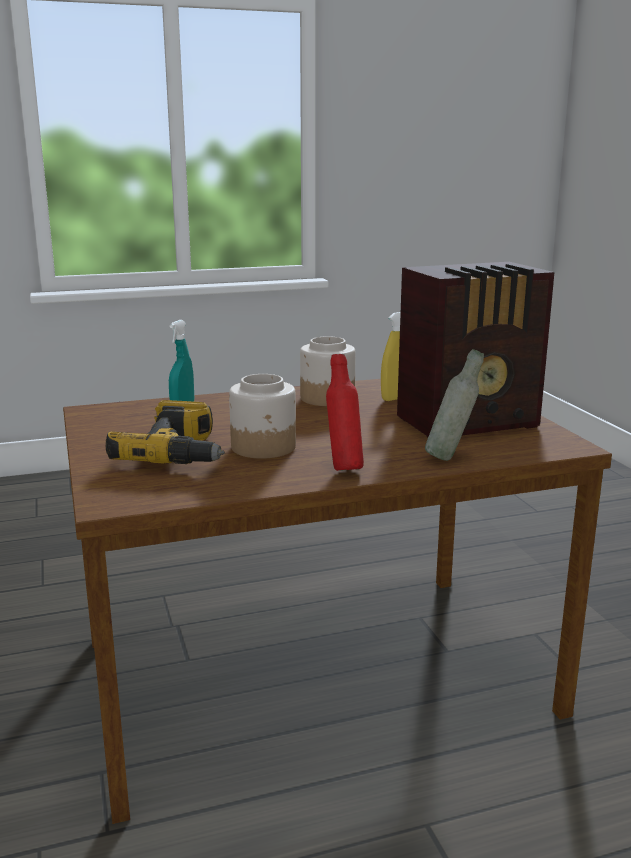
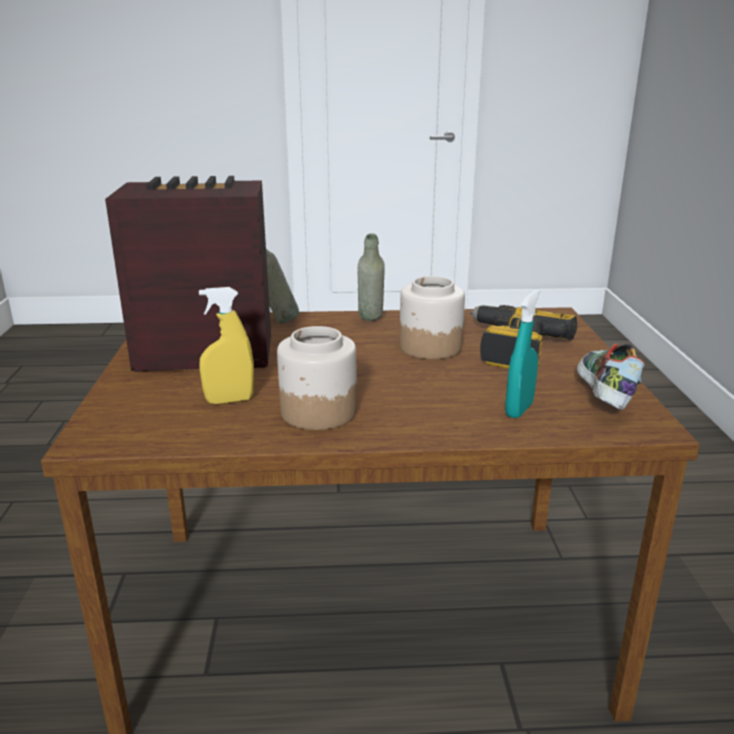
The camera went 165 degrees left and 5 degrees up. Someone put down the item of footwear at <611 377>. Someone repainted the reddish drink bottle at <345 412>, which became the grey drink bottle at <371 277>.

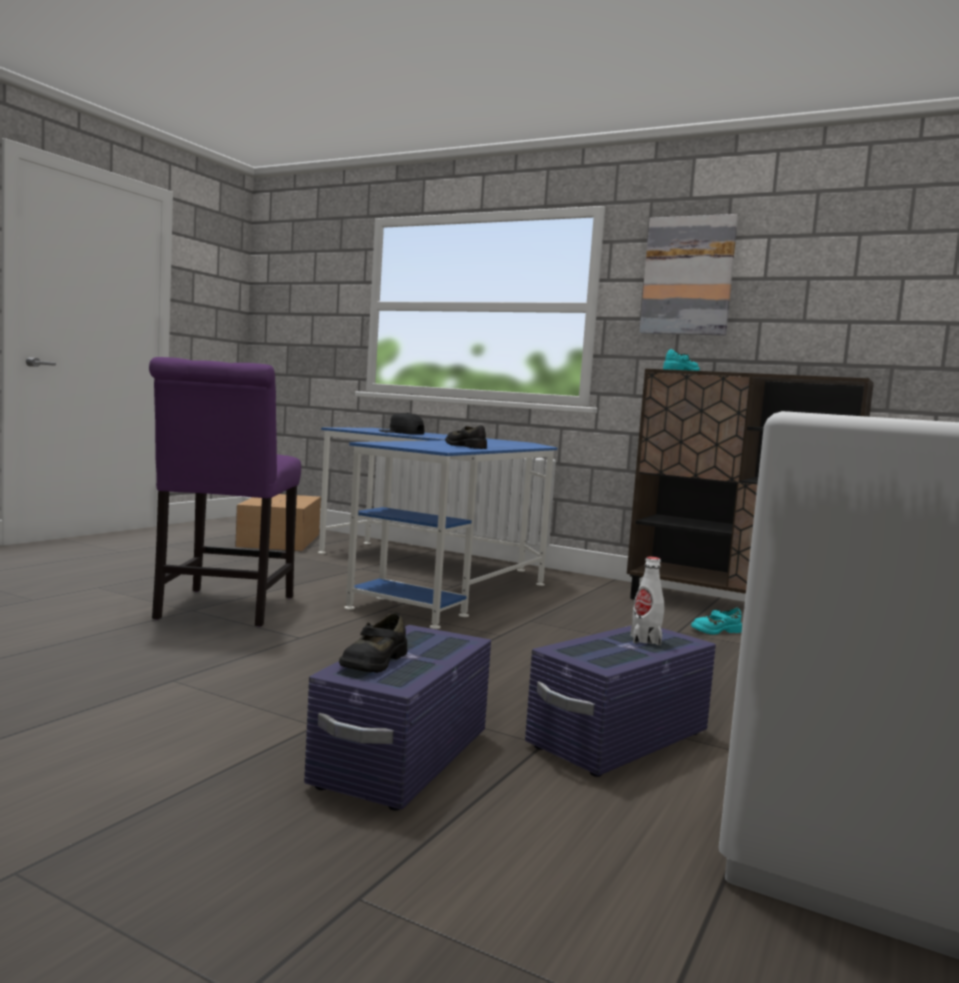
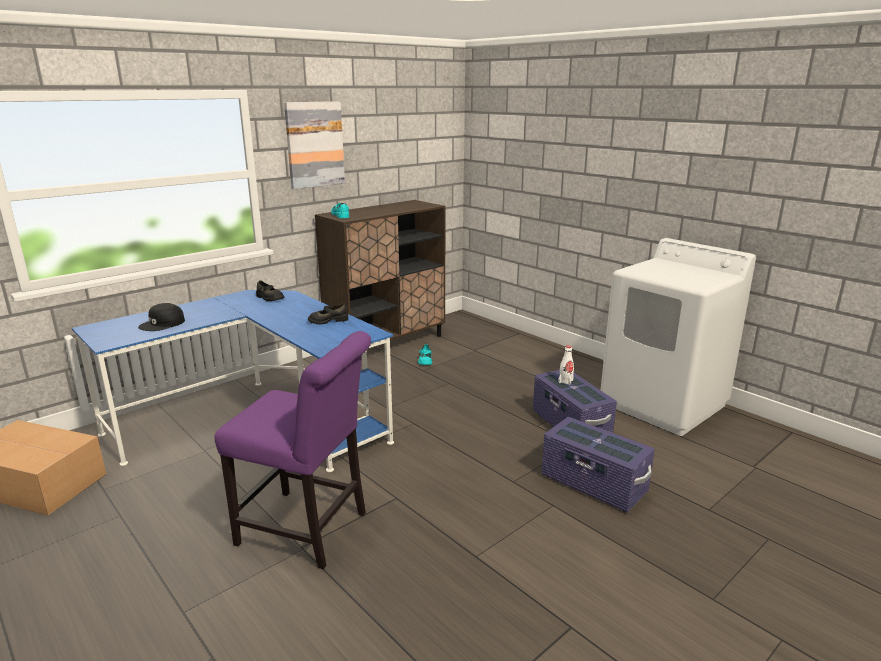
The camera went 70 degrees left and 15 degrees up. Someone carried the black-coloured item of footwear from <373 642> to <270 290>.

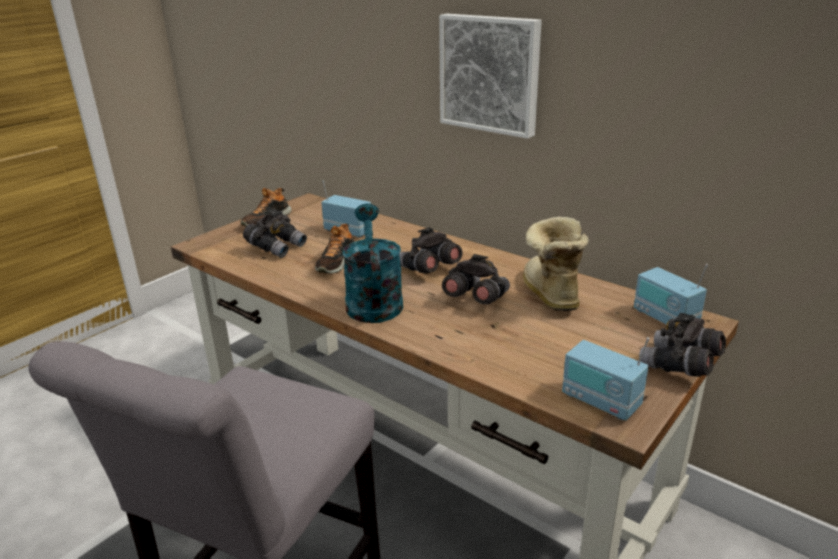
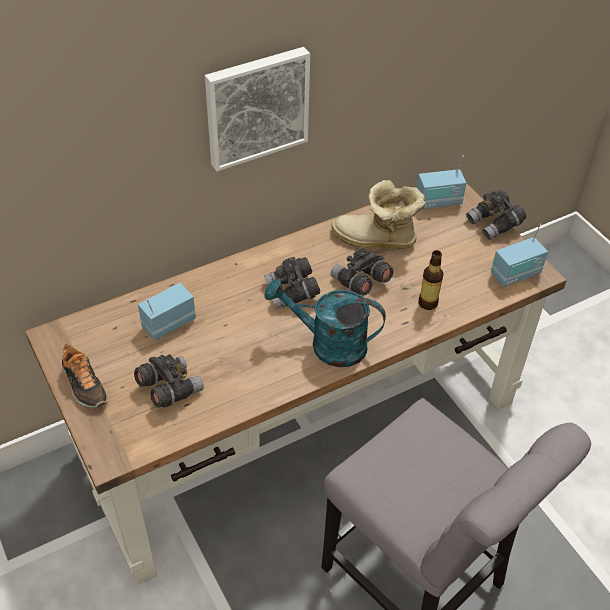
The camera went 70 degrees left and 20 degrees up. Someone took away the item of footwear at <334 248>. Someone put down the drink bottle at <431 280>.

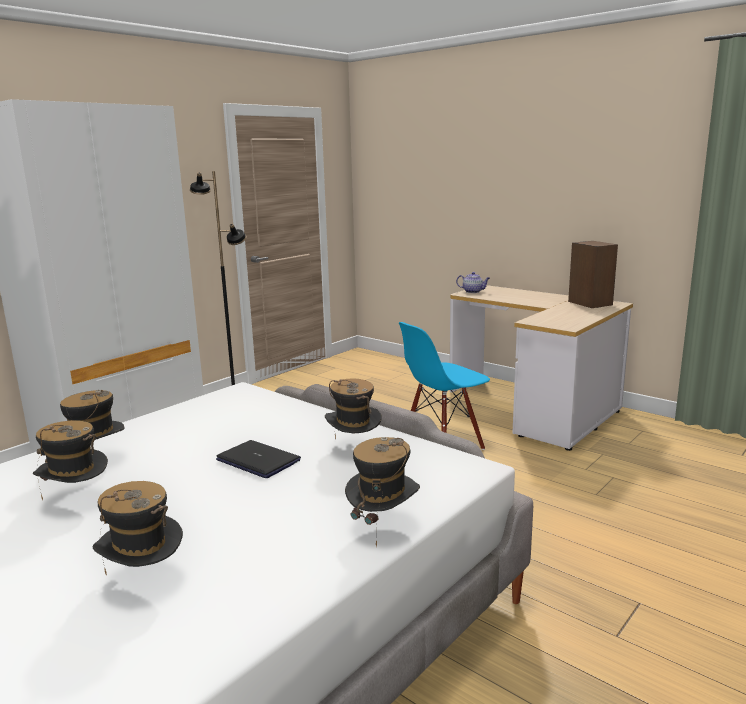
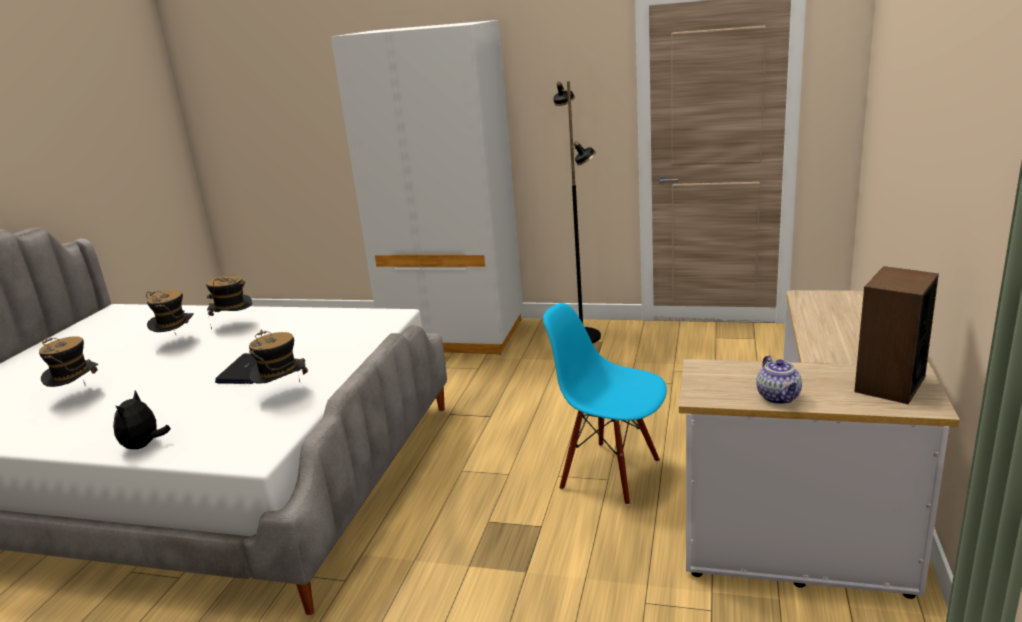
The camera went 65 degrees right and 5 degrees up. Someone carried the pot for tea from <473 282> to <779 380>. Someone swapped the clothing hat at <382 492> for the soft toy at <142 420>.

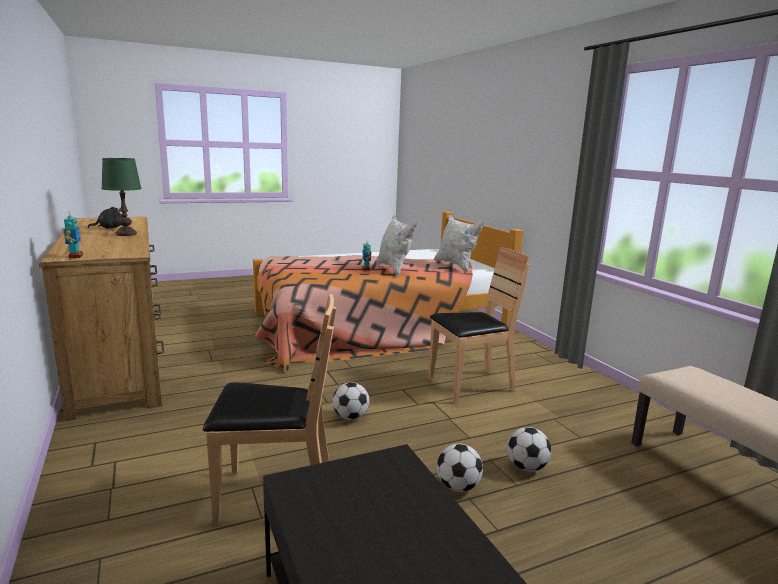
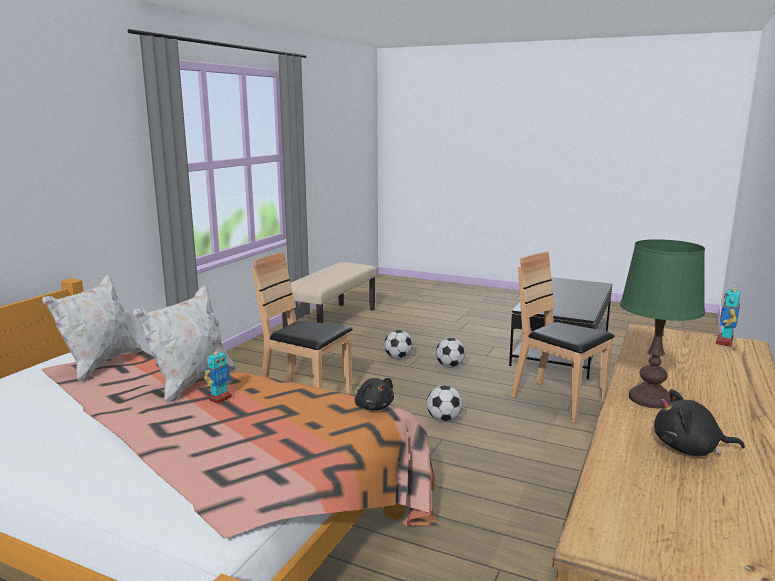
The camera went 130 degrees left and 0 degrees up. Someone put down the black-coloured soft toy at <374 394>.

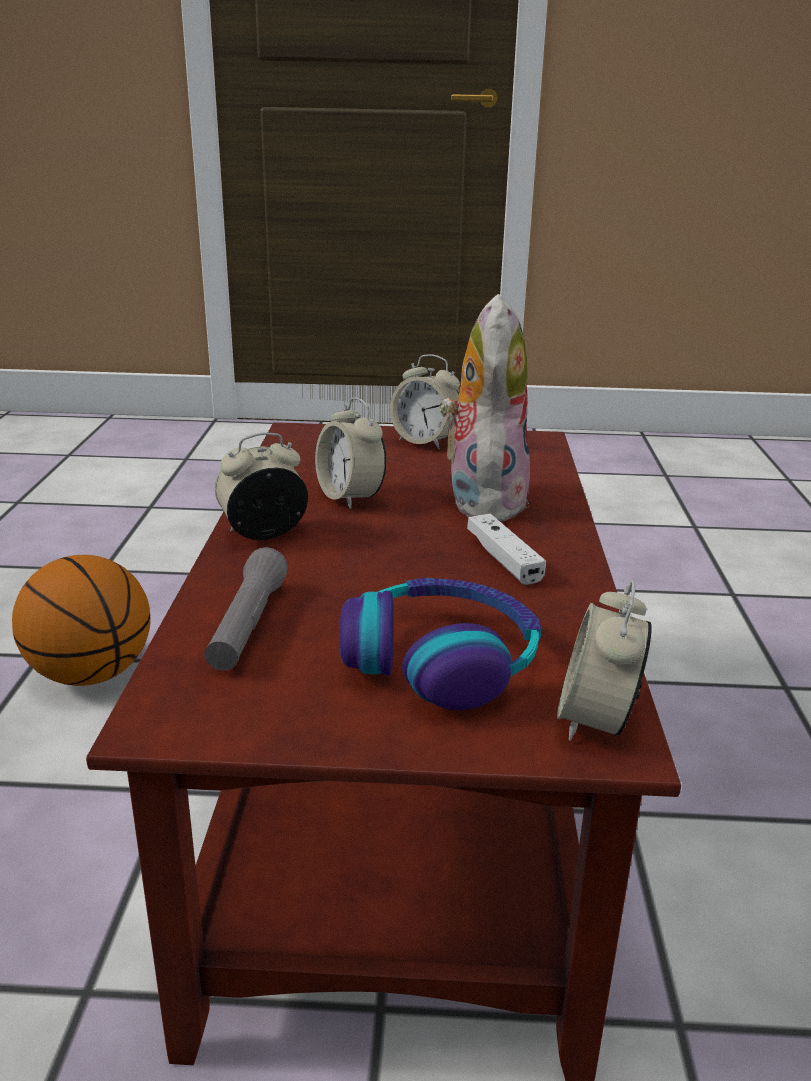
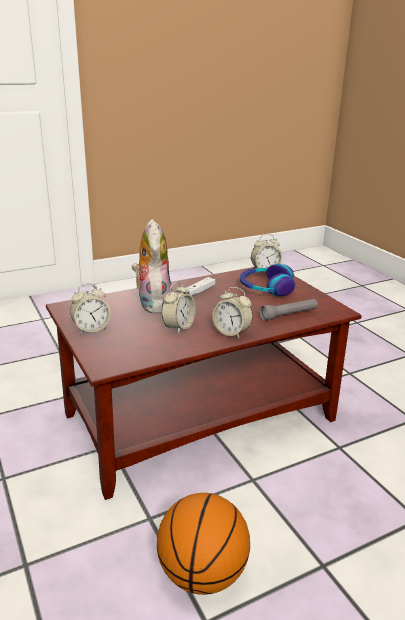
The camera went 120 degrees left and 0 degrees up. Someone rotated the alarm clock at <425 401> by 60 degrees clockwise. Someone rotated the soft toy at <485 408> by 105 degrees clockwise.

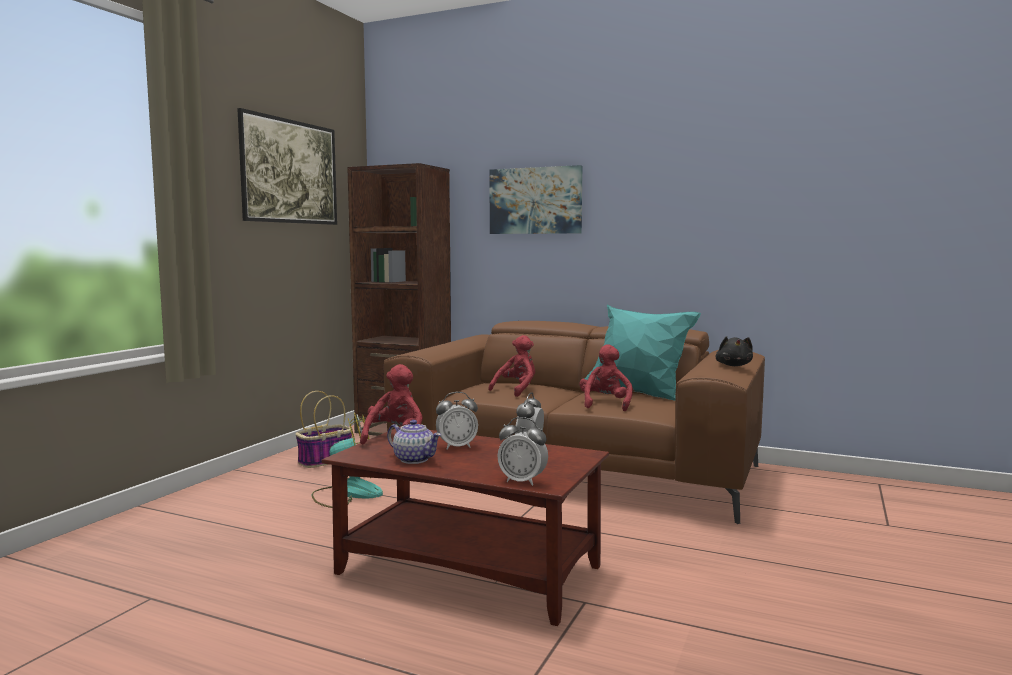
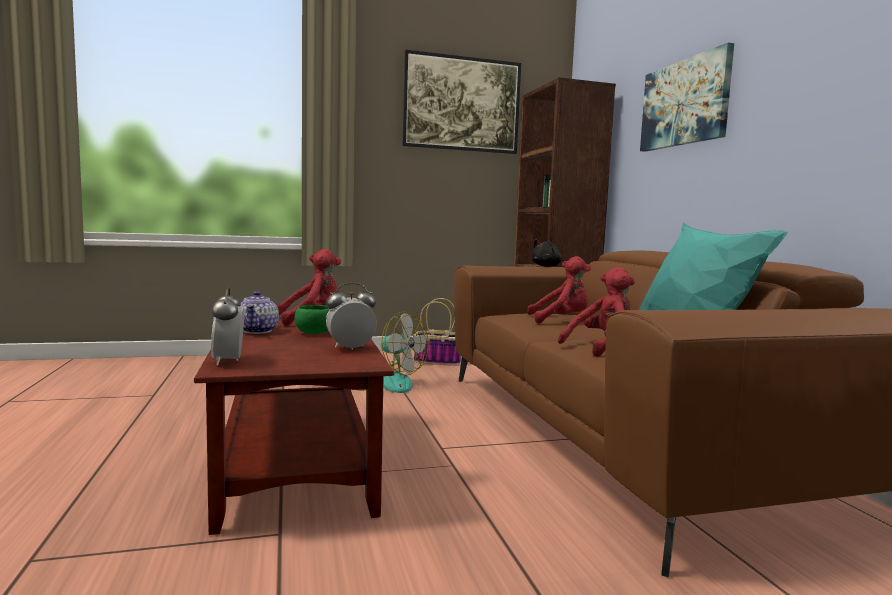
The camera went 50 degrees right and 0 degrees up. Someone carried the black-coloured soft toy from <734 351> to <547 253>. Someone swapped the alarm clock at <457 421> for the green bowl at <312 319>.

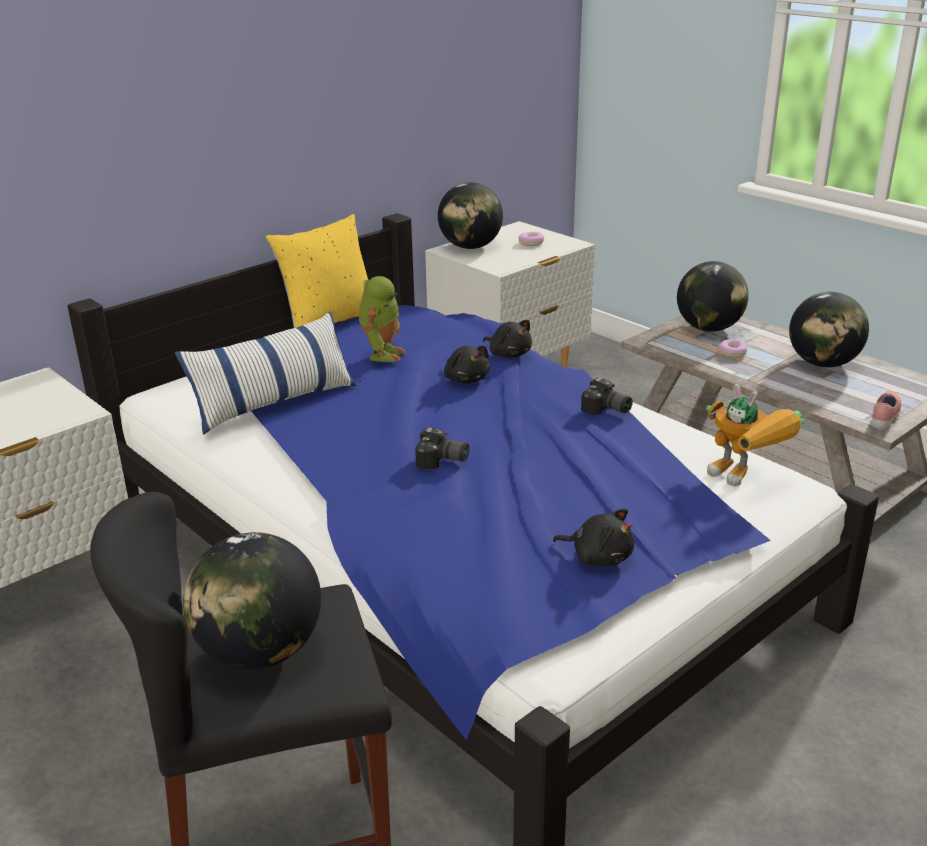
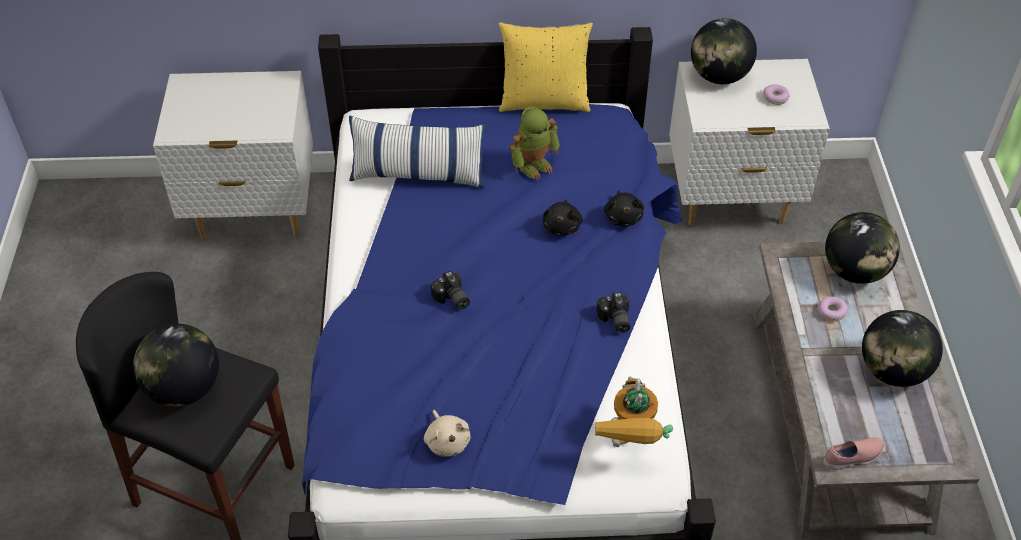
The camera went 40 degrees right and 20 degrees up. Someone repainted the black-coloured soft toy at <593 537>, which became the beige-coloured soft toy at <447 433>.

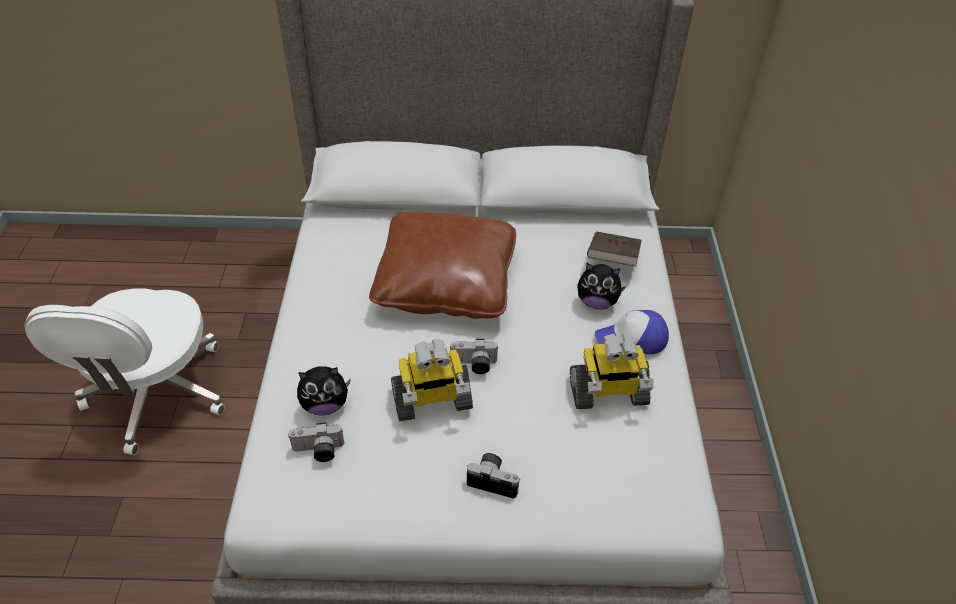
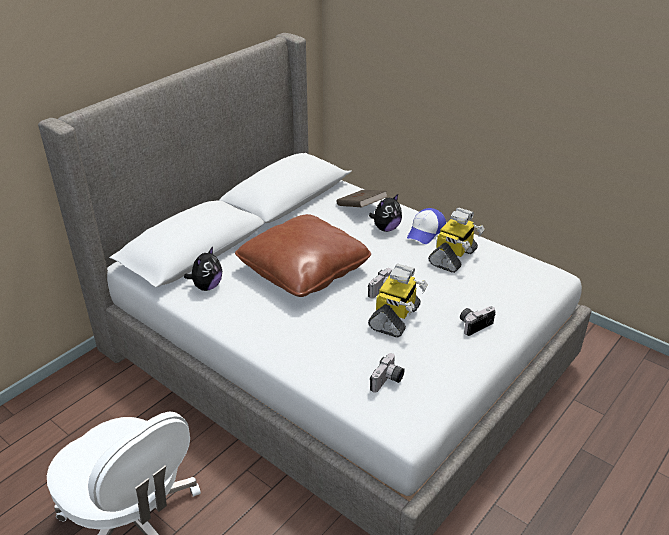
The camera went 50 degrees left and 10 degrees down. Someone carried the soft toy from <324 391> to <203 269>.

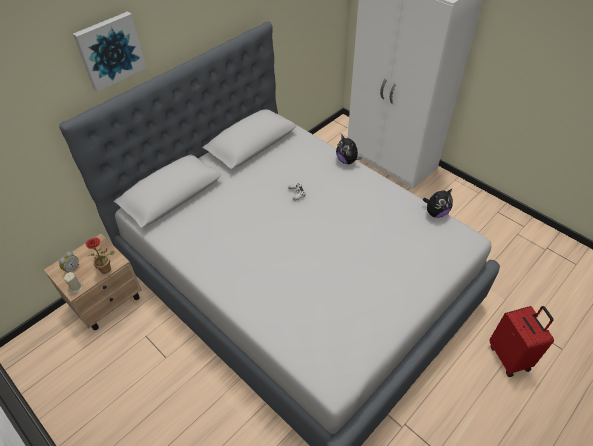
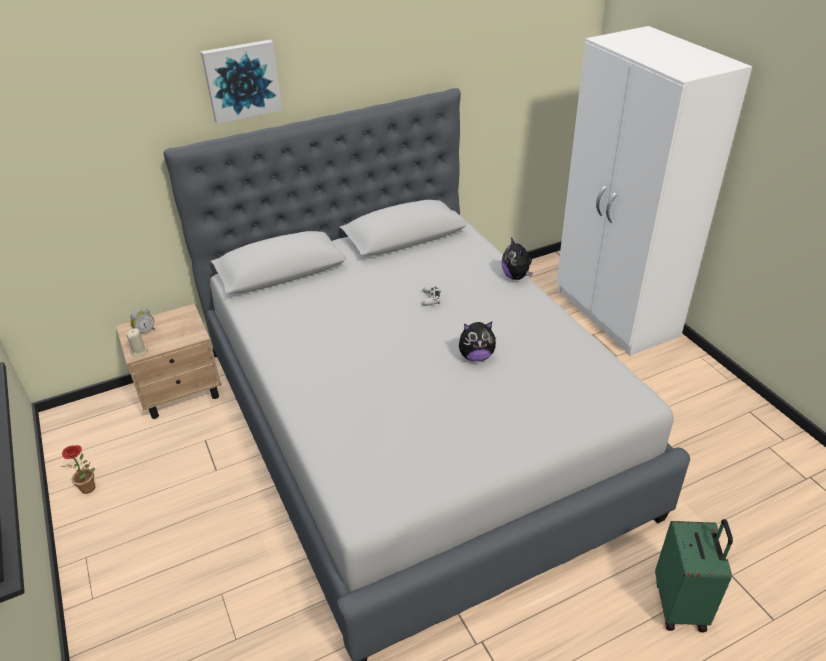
The camera went 20 degrees right and 10 degrees down. Someone carried the plant in a pot from <100 255> to <78 469>. Someone carried the soft toy from <438 203> to <478 342>. Someone repainted the reddish travel case at <521 341>, which became the green travel case at <694 576>.

